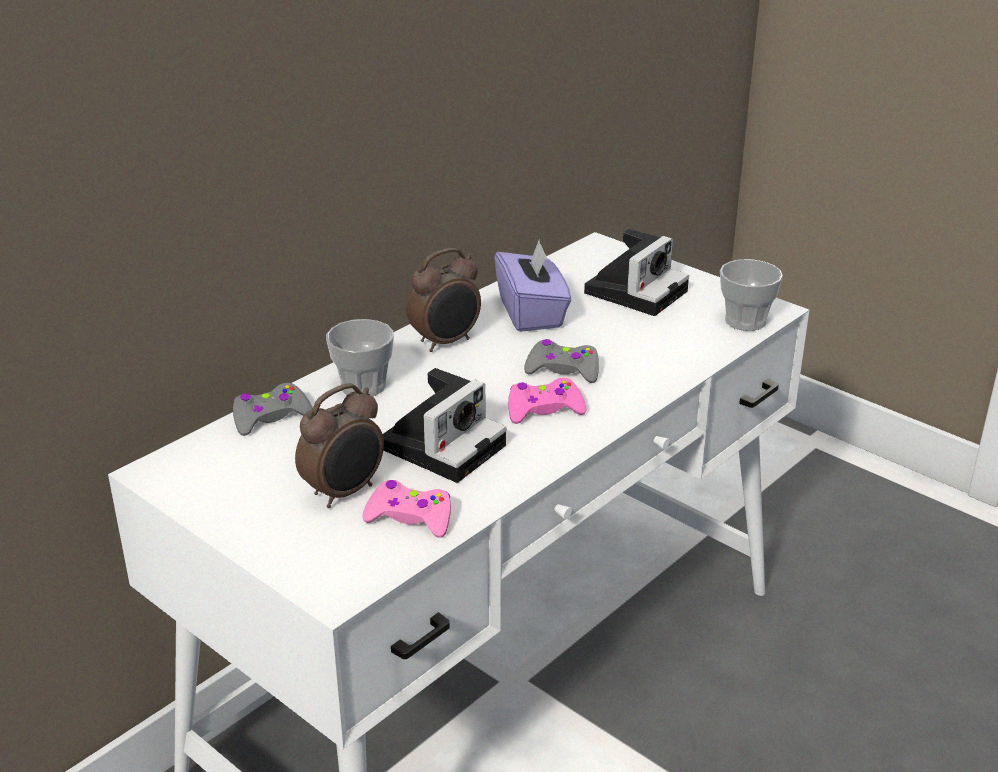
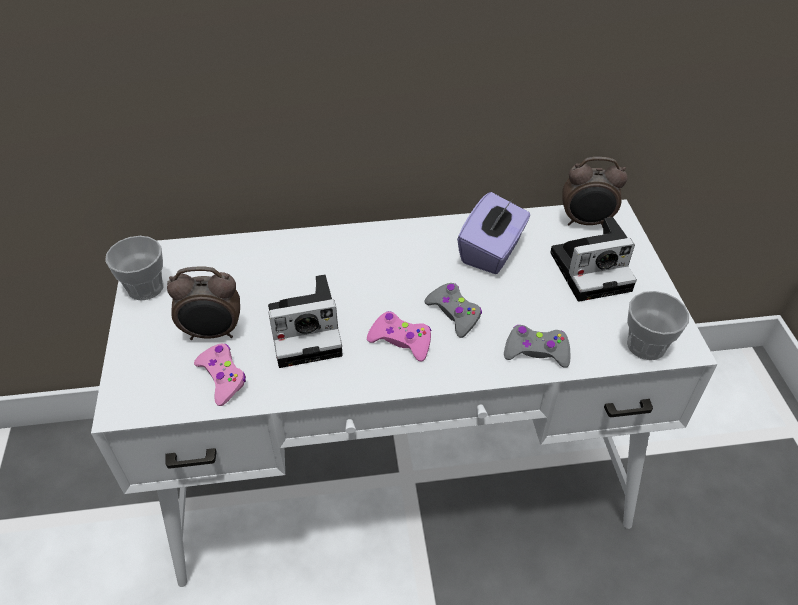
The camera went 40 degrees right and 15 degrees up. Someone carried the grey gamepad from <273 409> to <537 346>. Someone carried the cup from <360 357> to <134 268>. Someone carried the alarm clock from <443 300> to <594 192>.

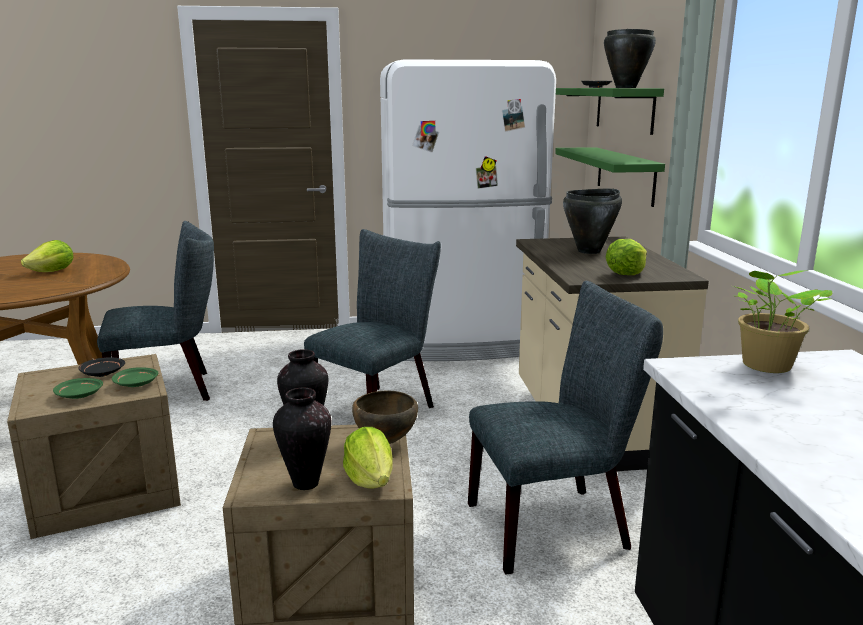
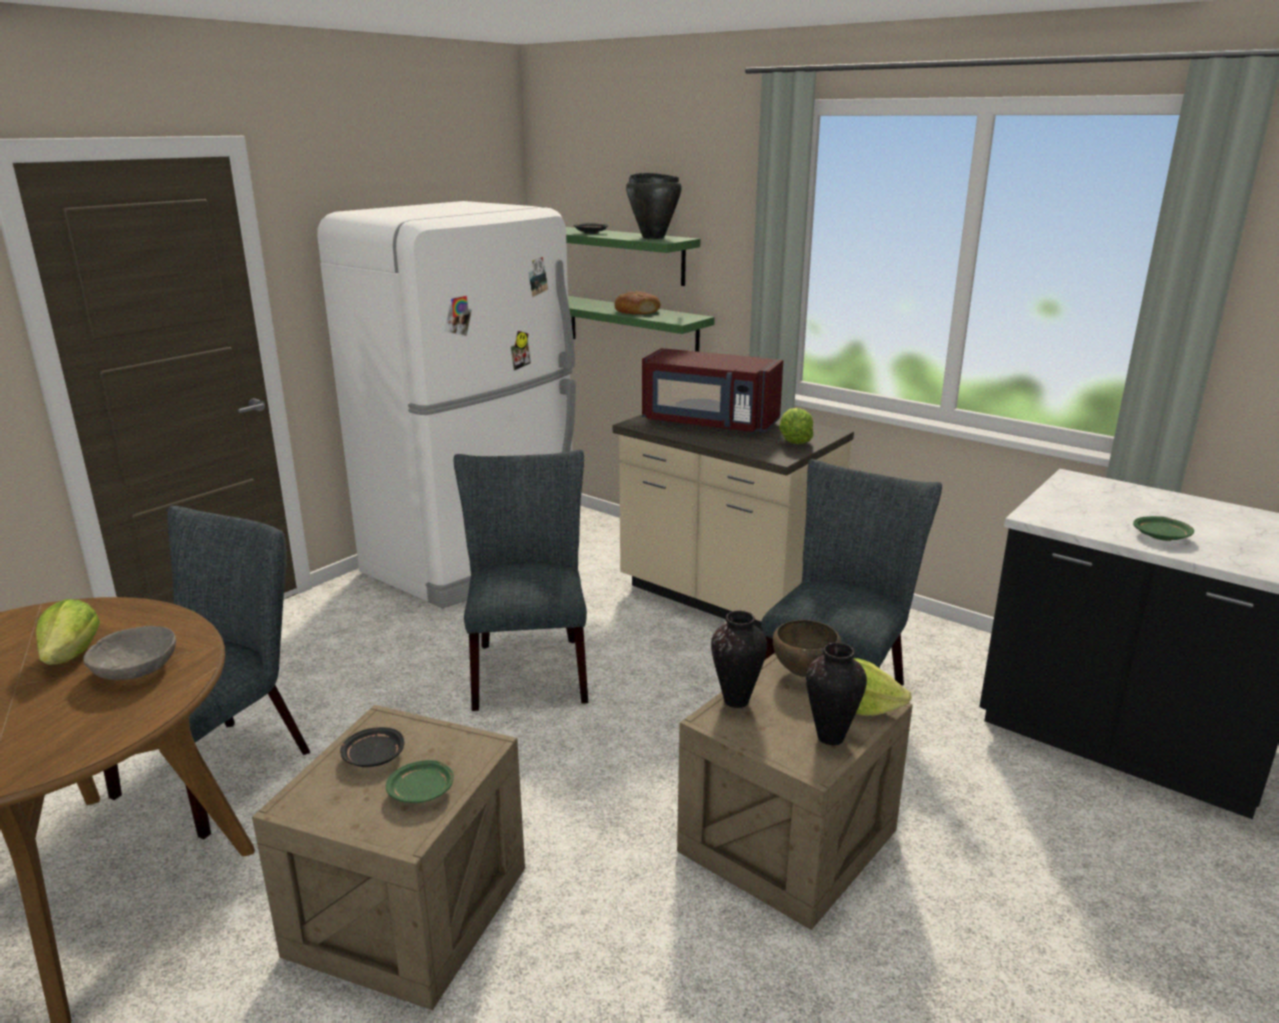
The camera went 45 degrees left and 5 degrees up. Someone took away the plant in a pot at <782 322>. Someone put down the grey bowl at <129 653>. Someone put down the bakery bread at <637 302>. Someone carried the green dinner plate from <135 377> to <1163 528>. Someone swapped the black-coloured saucepot at <592 221> for the reddish microwave oven at <712 391>.

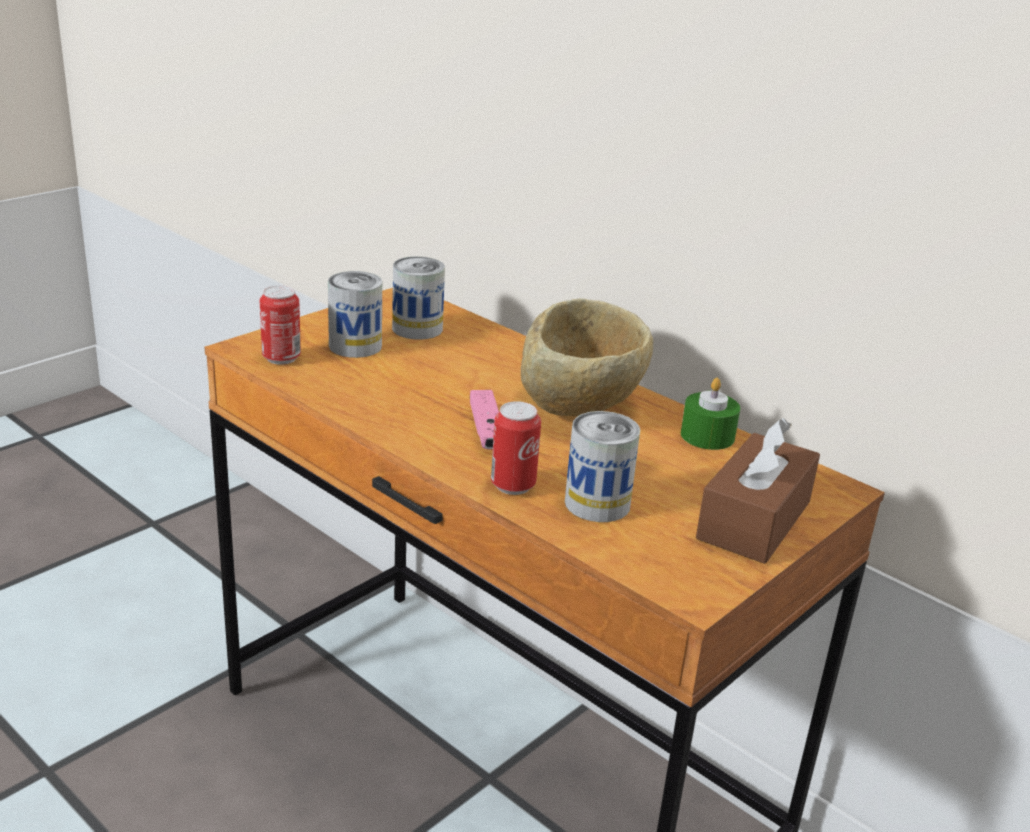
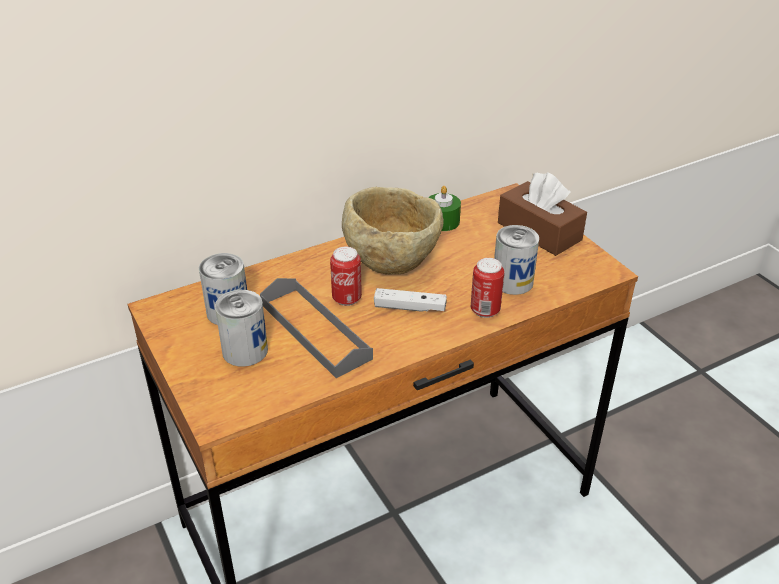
The camera went 70 degrees left and 10 degrees up. Someone put down the grey carrying tray at <316 328>. Someone carried the metal can from <280 325> to <346 276>. Someone repainted the pinkish gamepad at <484 420>, which became the white-coloured gamepad at <410 300>.

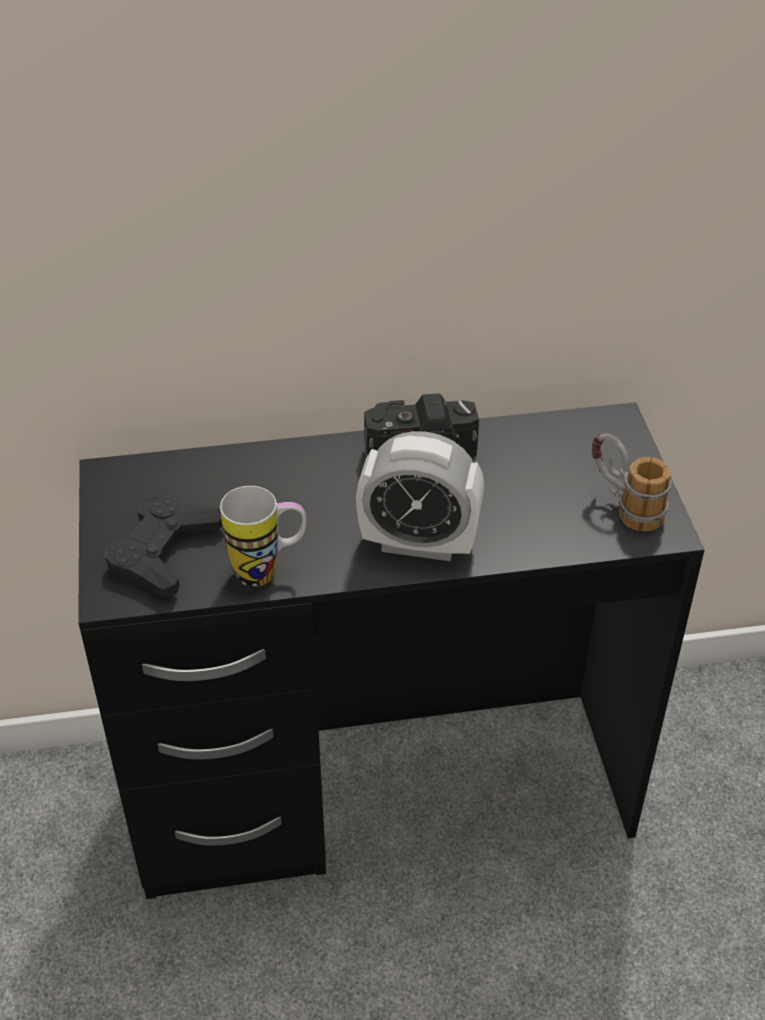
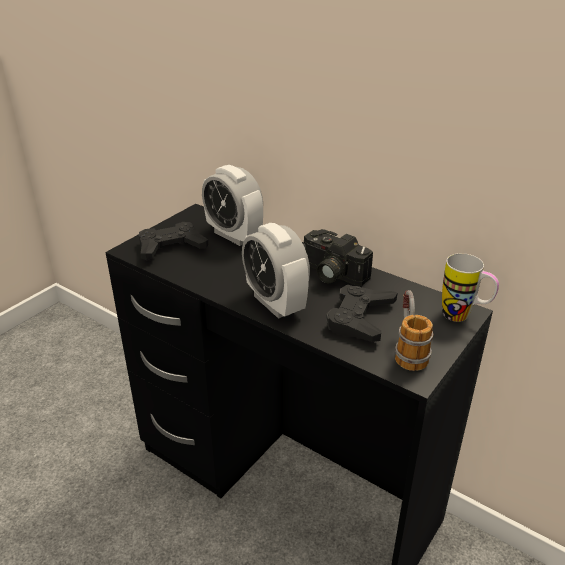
The camera went 45 degrees right and 10 degrees down. Someone put down the alarm clock at <232 205>. Someone put down the black-coloured gamepad at <361 313>. Someone carried the coffee mug from <263 536> to <470 287>.

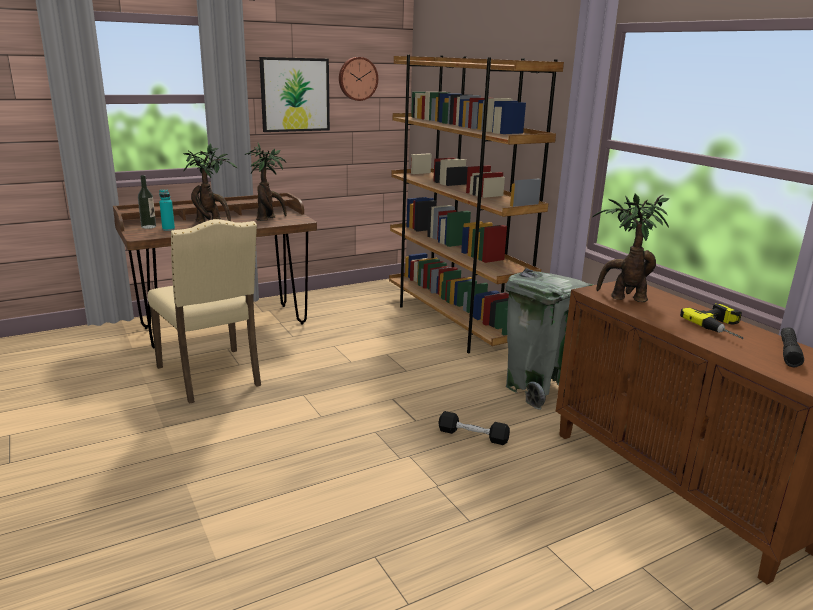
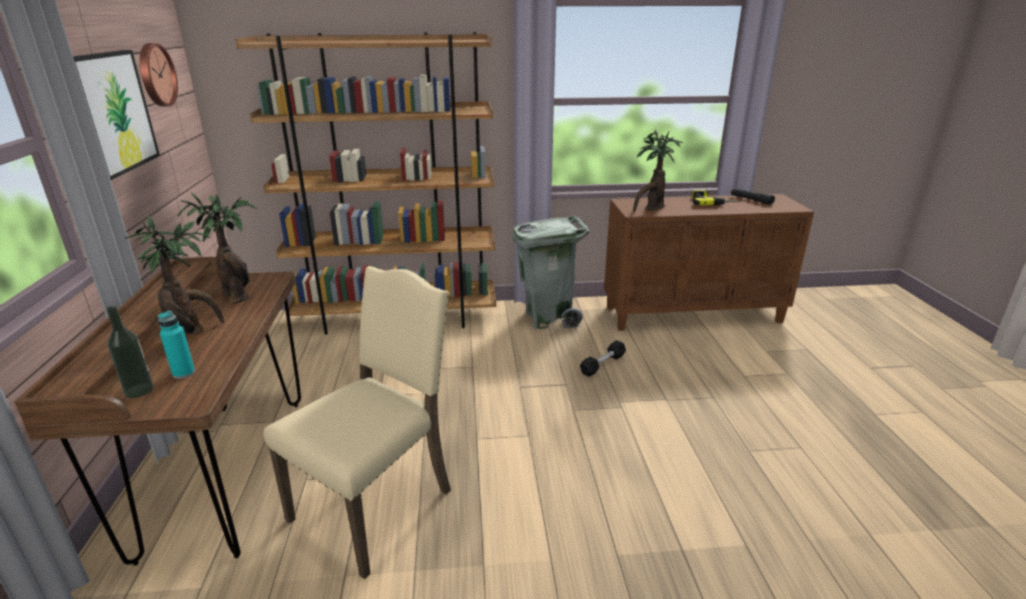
The camera went 65 degrees left and 5 degrees up. Someone rotated the beige-coloured upright chair at <204 311> by 45 degrees counterclockwise.

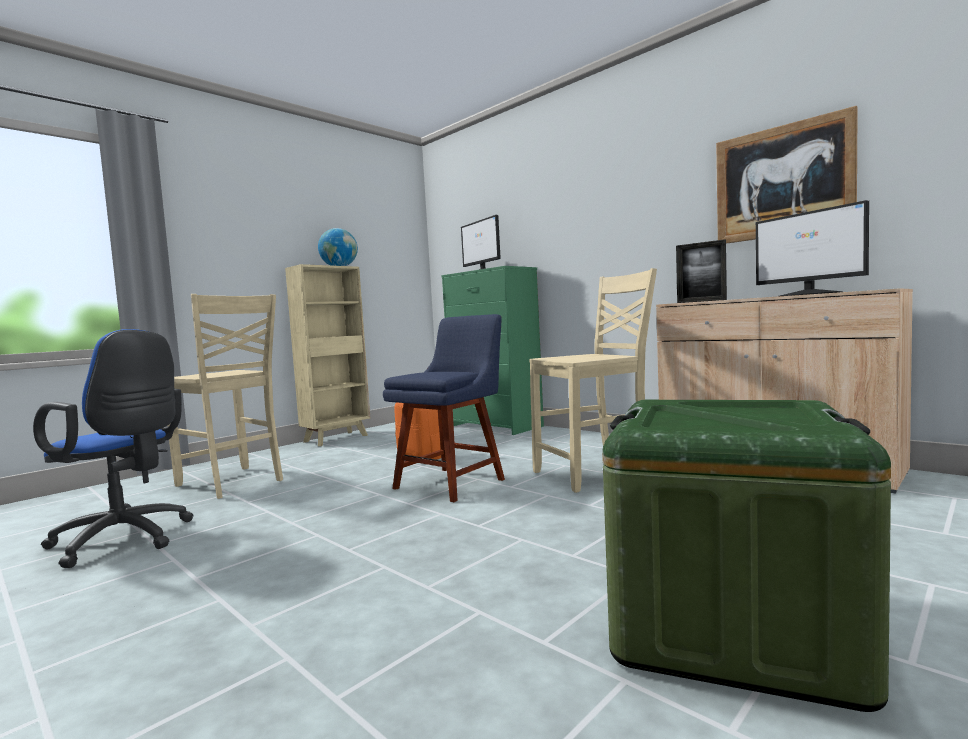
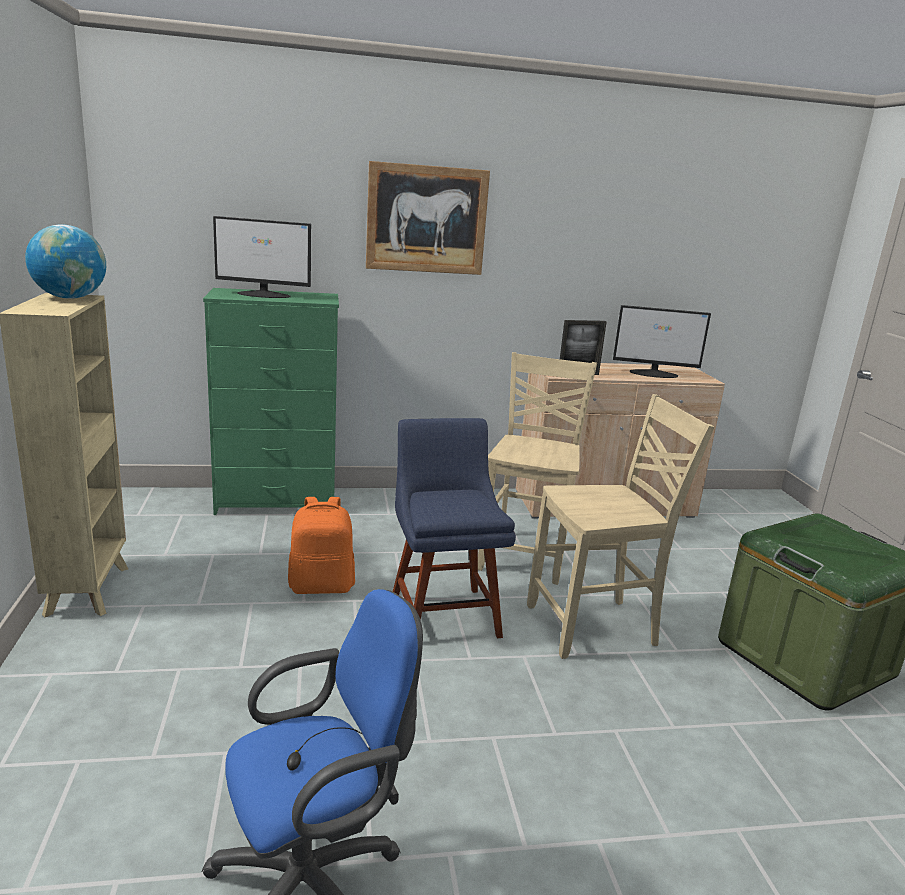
The camera went 55 degrees left and 15 degrees up. Someone carried the beige-coloured upright chair from <225 396> to <620 526>. Someone carried the picture from <787 175> to <428 218>.

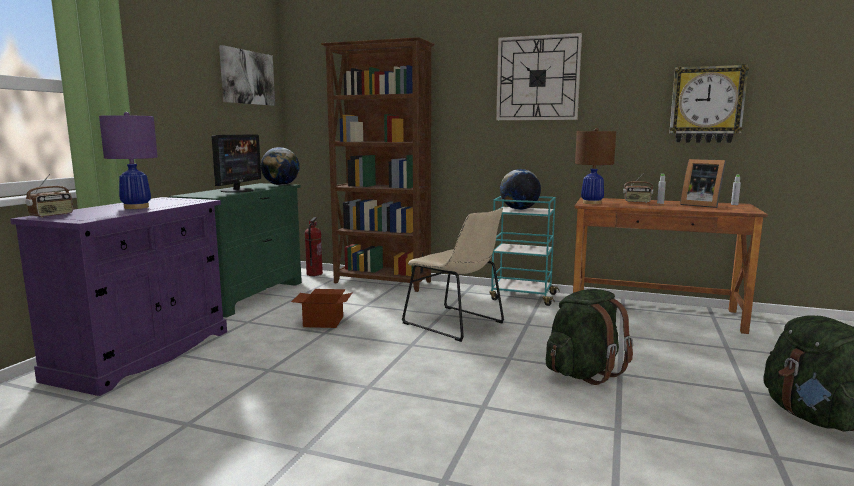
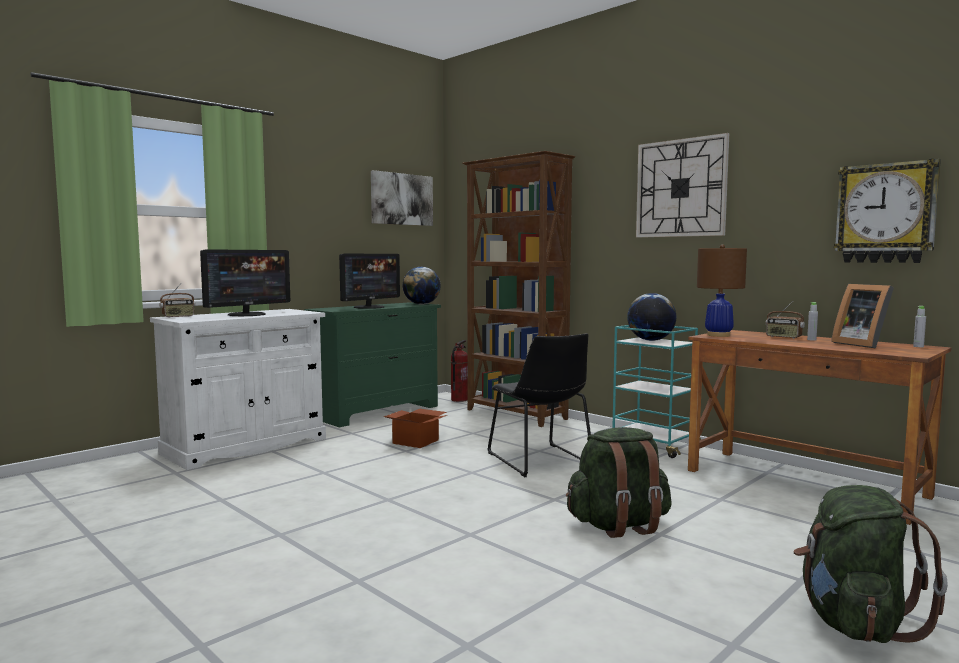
The camera went 25 degrees right and 5 degrees down. Someone swapped the purple lamp for a table at <128 160> for the computer screen at <245 282>. Someone repainted the purple cupboard at <118 296>, which became the white-coloured cupboard at <238 389>. Someone repainted the beige-coloured upright chair at <453 275>, which became the black-coloured upright chair at <539 405>.

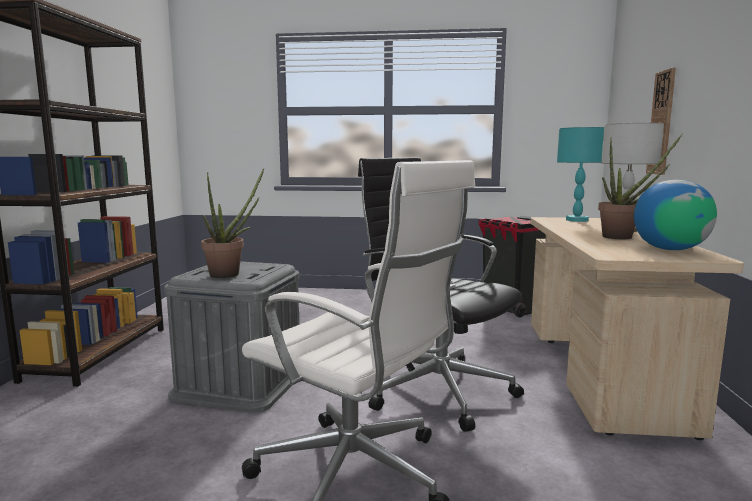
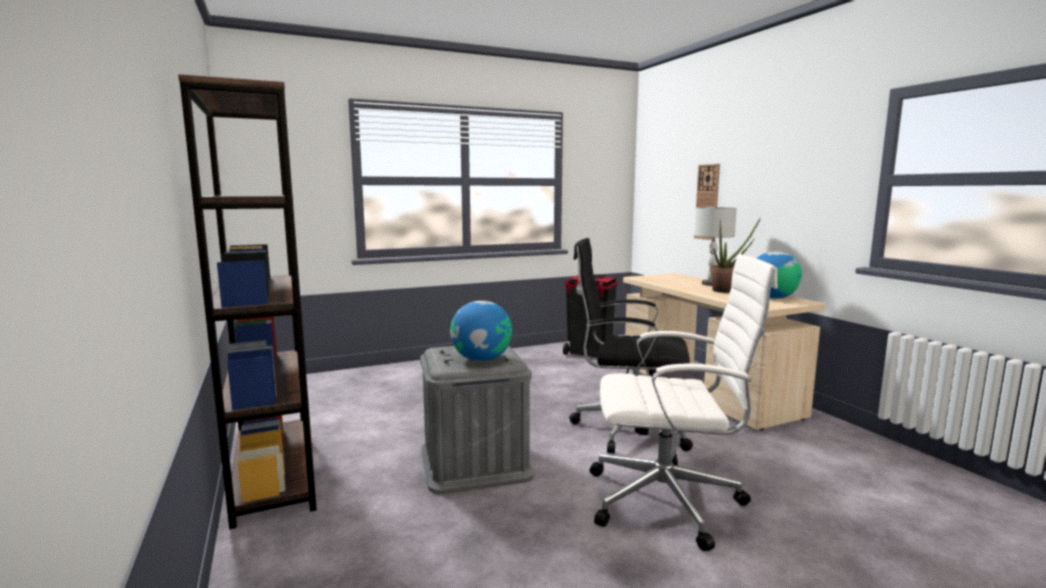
The camera went 30 degrees left and 0 degrees up. Someone took away the turquoise lamp for a table at <580 174>. Someone swapped the plant in a pot at <232 223> for the globe at <481 331>.

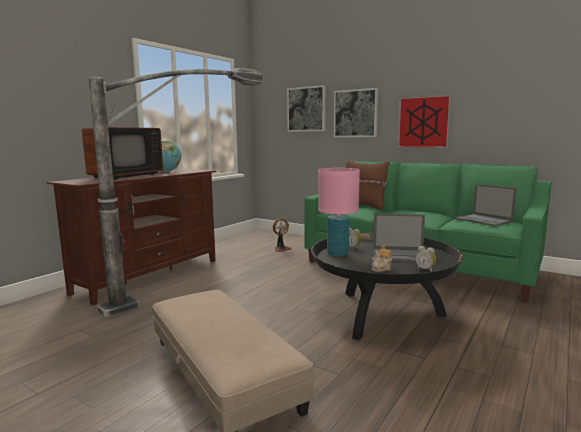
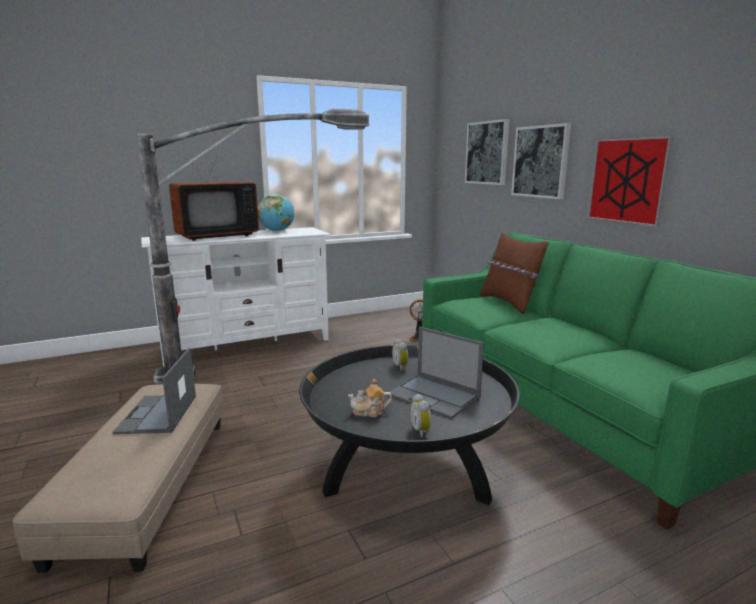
The camera went 30 degrees right and 5 degrees up. Someone took away the pinkish lamp for a table at <339 212>. Someone carried the laptop from <486 205> to <154 391>. Someone repainted the brown-coloured media console at <131 237>, which became the white-coloured media console at <236 297>.

